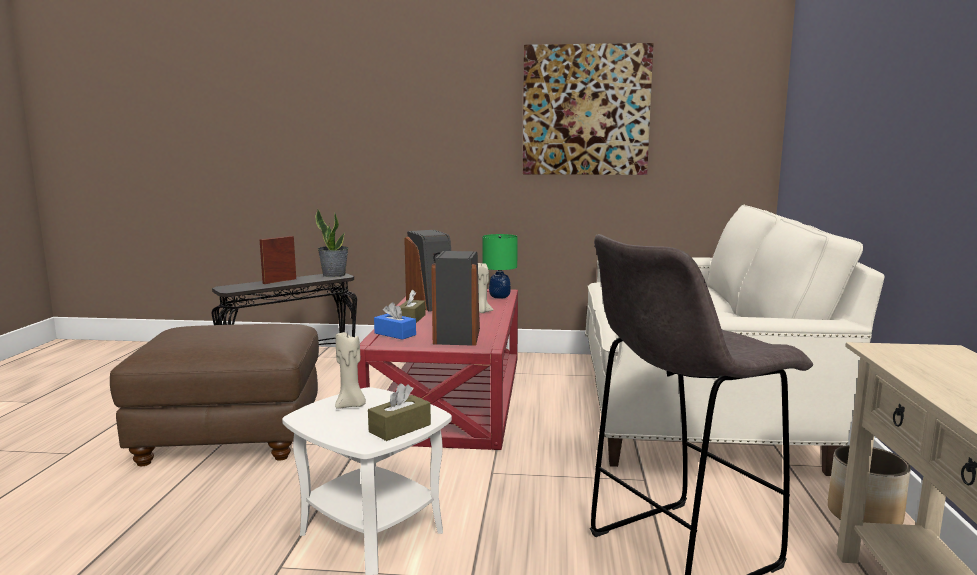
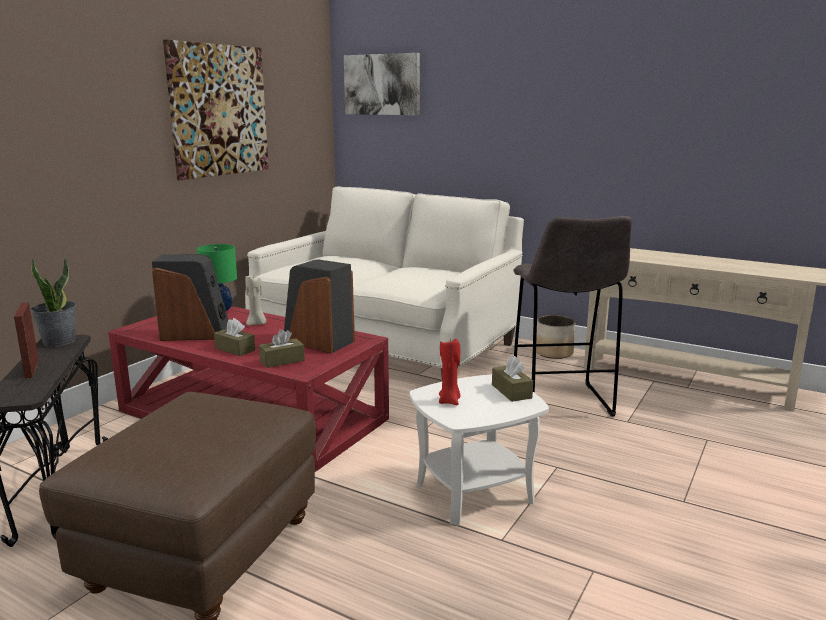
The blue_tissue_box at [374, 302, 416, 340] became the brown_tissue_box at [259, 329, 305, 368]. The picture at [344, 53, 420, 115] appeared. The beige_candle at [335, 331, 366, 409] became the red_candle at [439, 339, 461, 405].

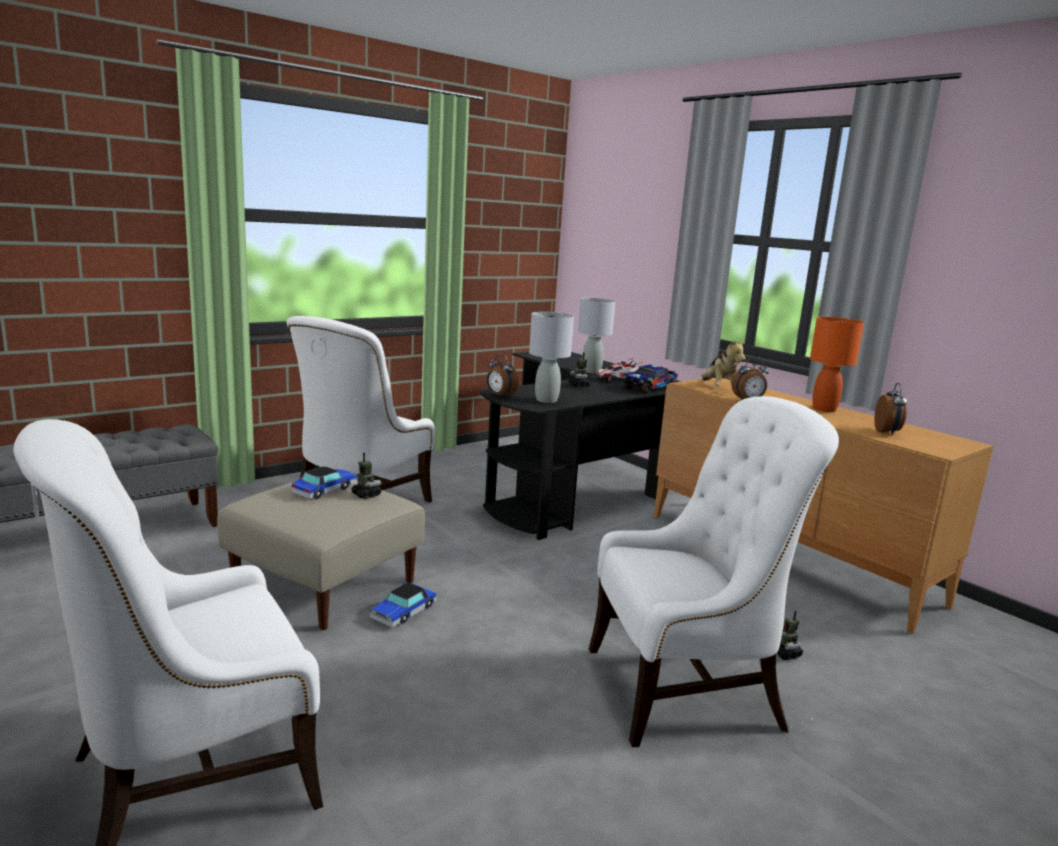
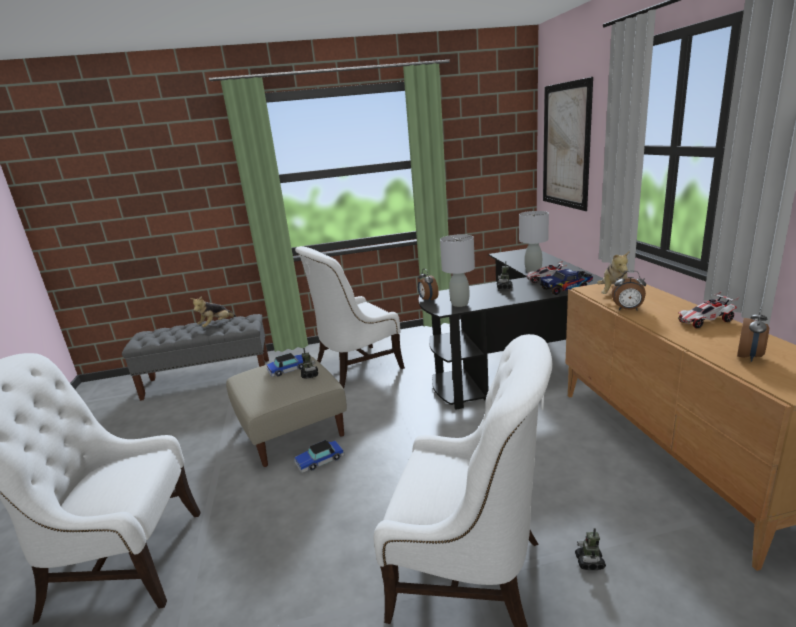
The plush_toy at [190, 296, 236, 327] appeared. The picture at [543, 77, 593, 211] appeared. The orange_table_lamp at [810, 317, 864, 412] was replaced by the toy_car at [678, 292, 739, 328].

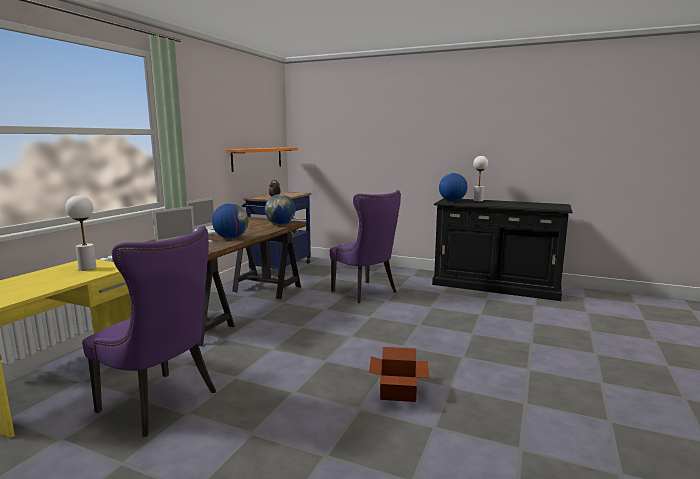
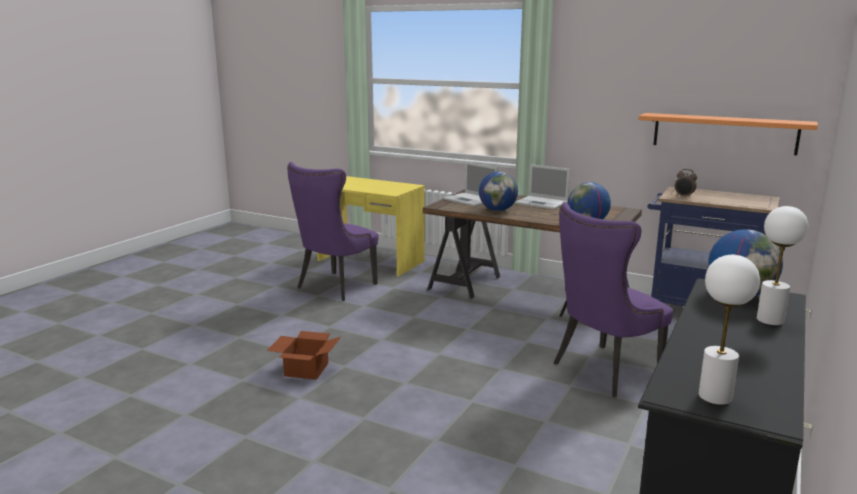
The white_table_lamp moved from [65, 195, 96, 271] to [699, 255, 760, 405].

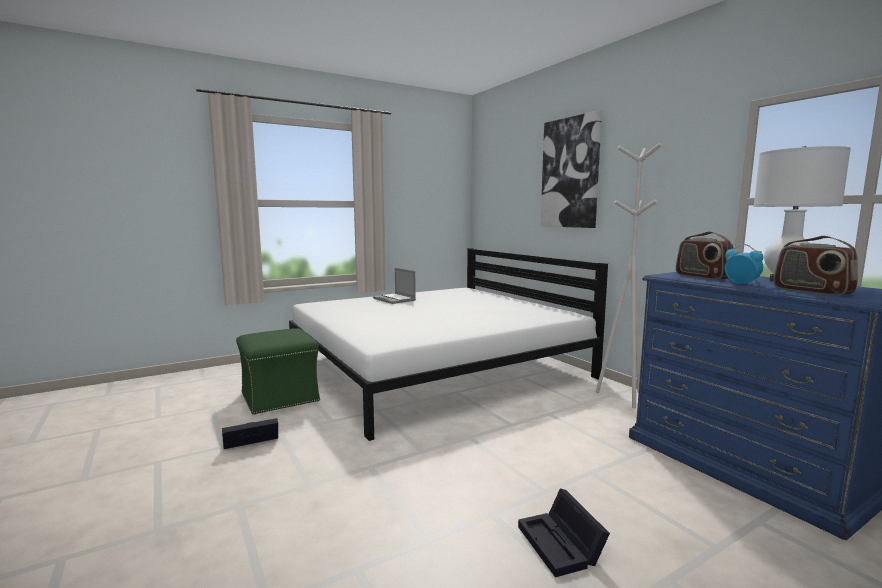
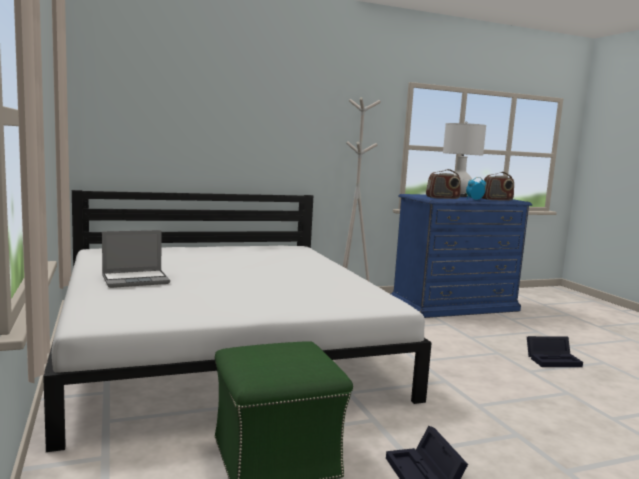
The picture at [541, 110, 602, 228] disappeared.

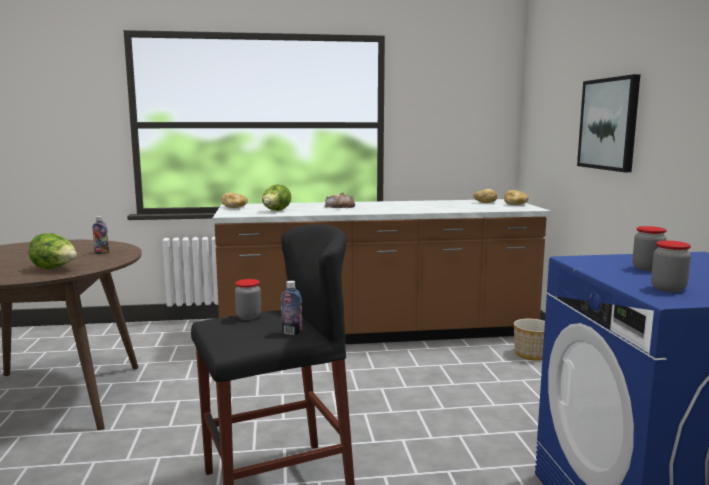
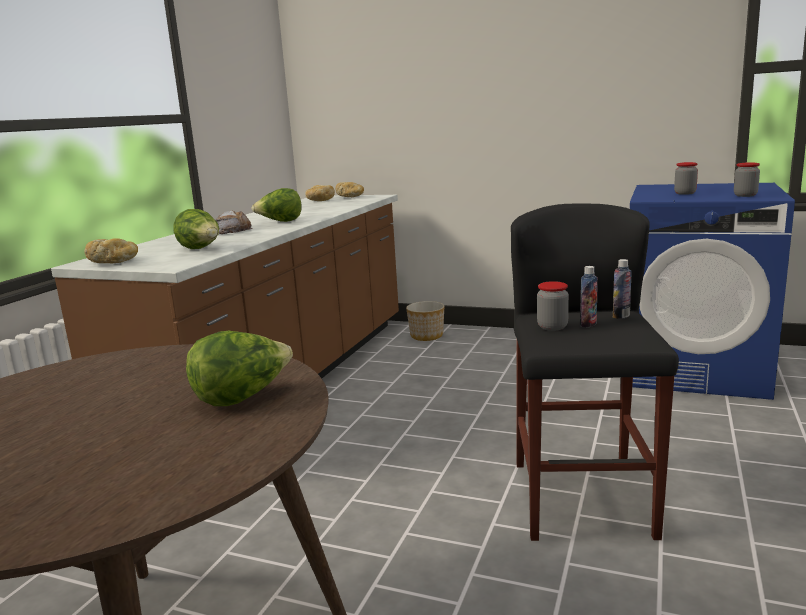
The lettuce at [251, 188, 301, 222] appeared. The bottle moved from [92, 216, 109, 254] to [580, 266, 598, 328]. The picture at [577, 74, 640, 172] disappeared.

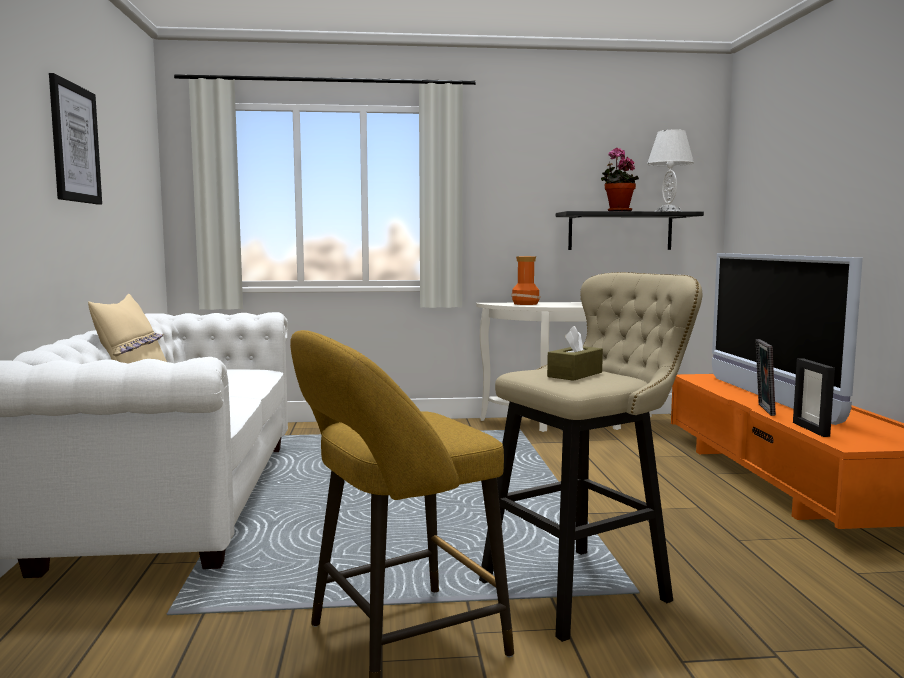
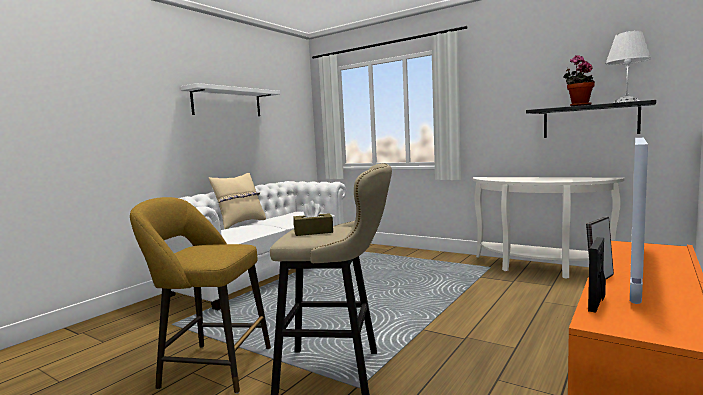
The picture at [49, 73, 102, 205] was replaced by the white_shelf at [180, 83, 280, 116]. The vase at [511, 256, 540, 305] disappeared.

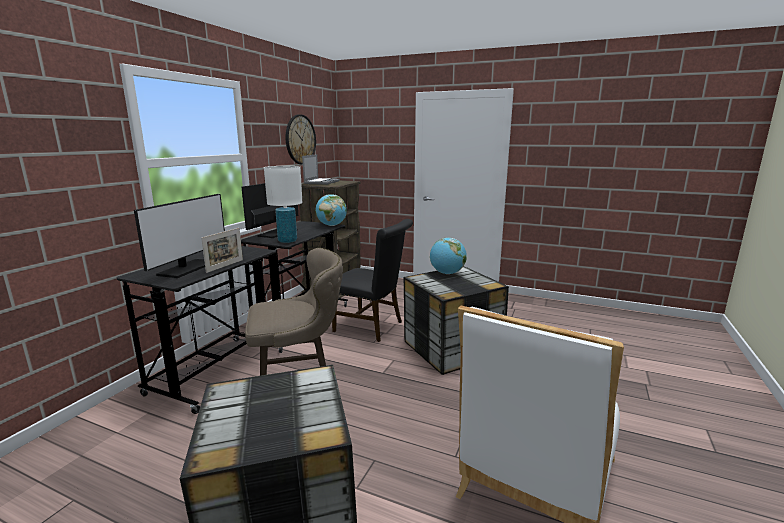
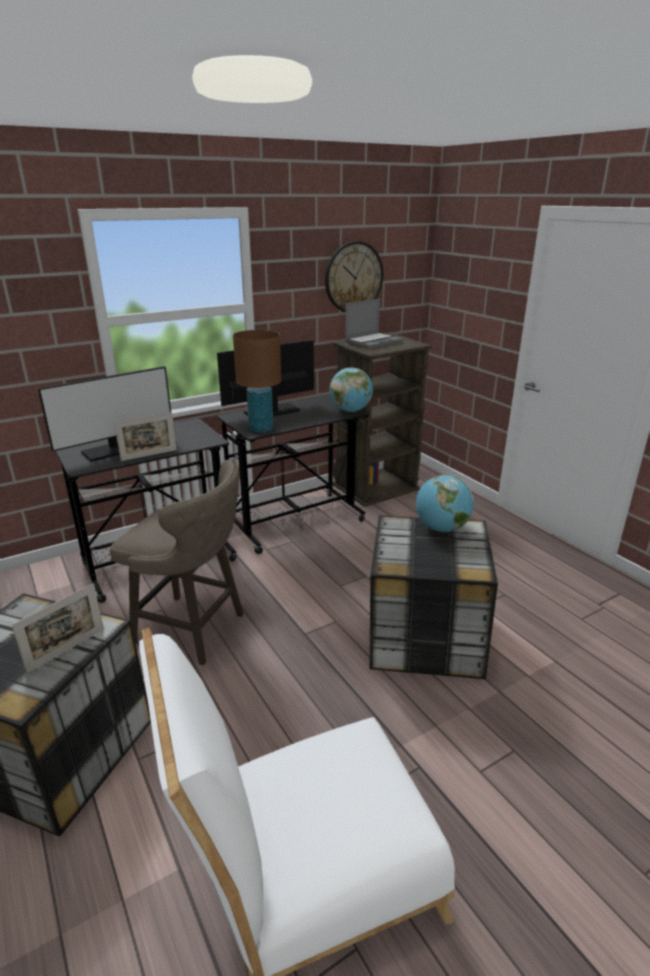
The picture_frame at [12, 583, 104, 673] appeared. The white_table_lamp at [264, 166, 302, 243] became the brown_table_lamp at [233, 330, 281, 432]. The black_chair at [332, 219, 413, 342] disappeared.

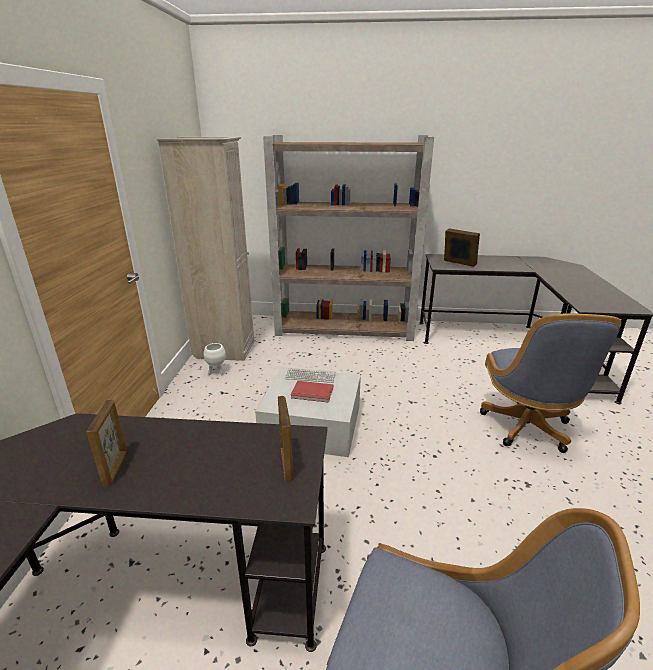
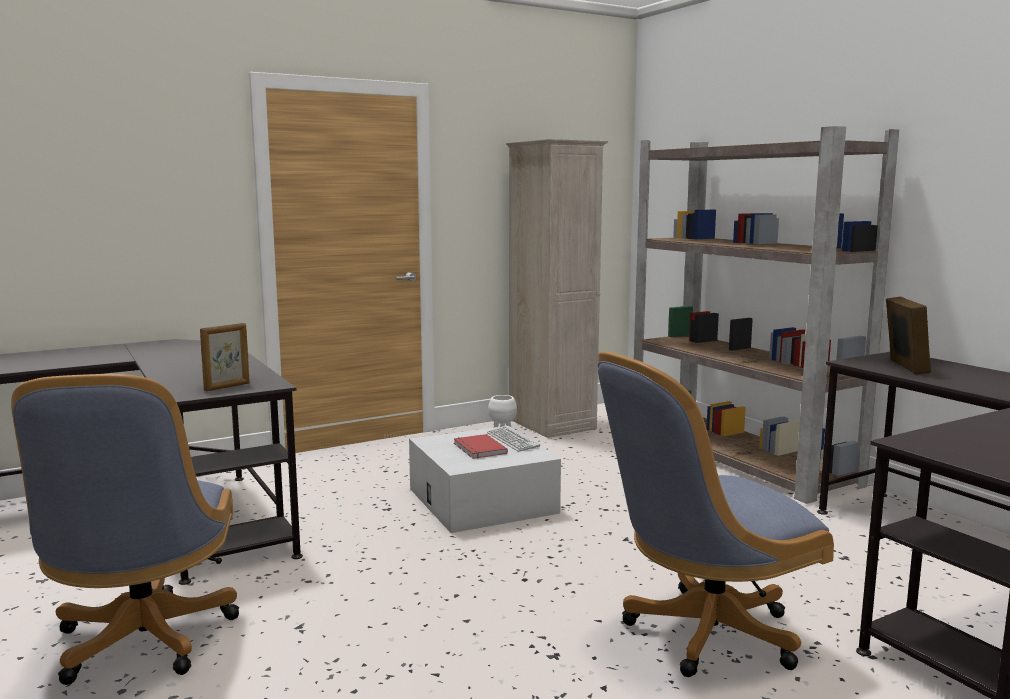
The picture_frame at [86, 399, 127, 487] disappeared.

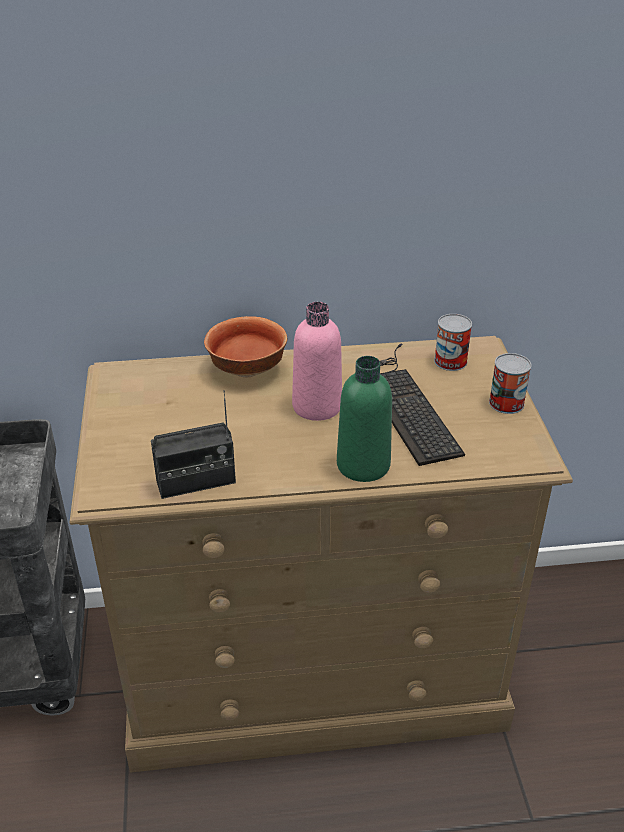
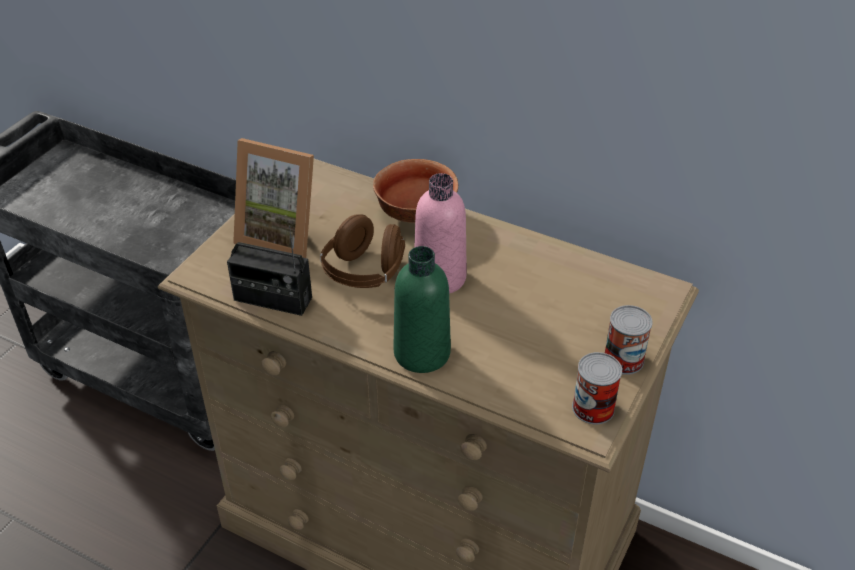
The picture_frame at [233, 138, 314, 258] appeared. The brown_headphones at [320, 214, 405, 288] appeared. The can moved from [434, 314, 472, 371] to [572, 352, 622, 424]. The keyboard at [380, 343, 465, 466] disappeared.

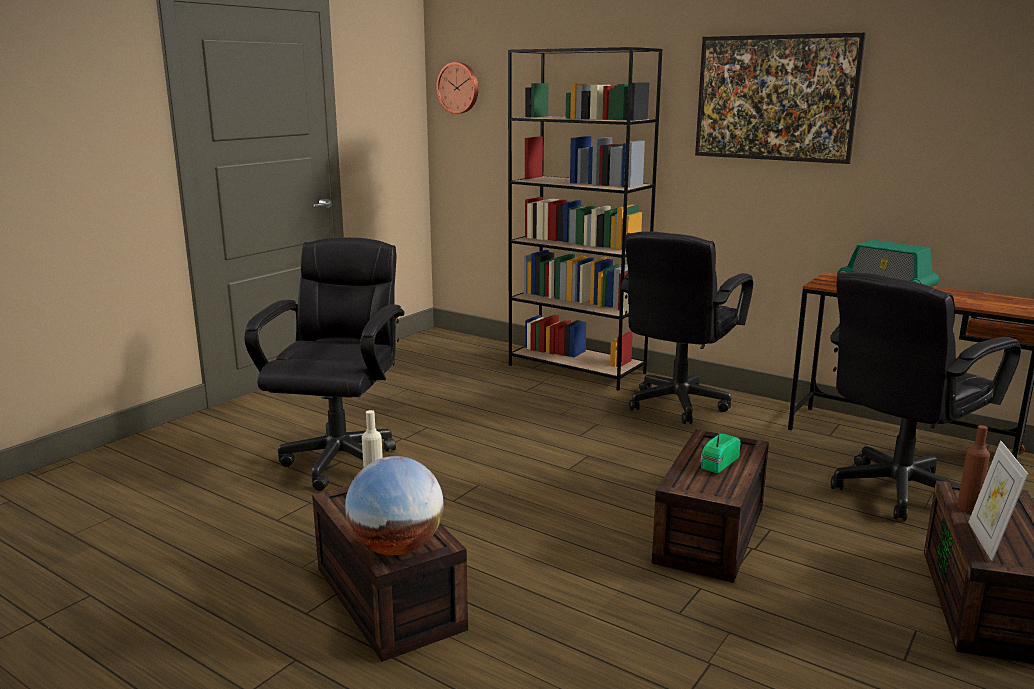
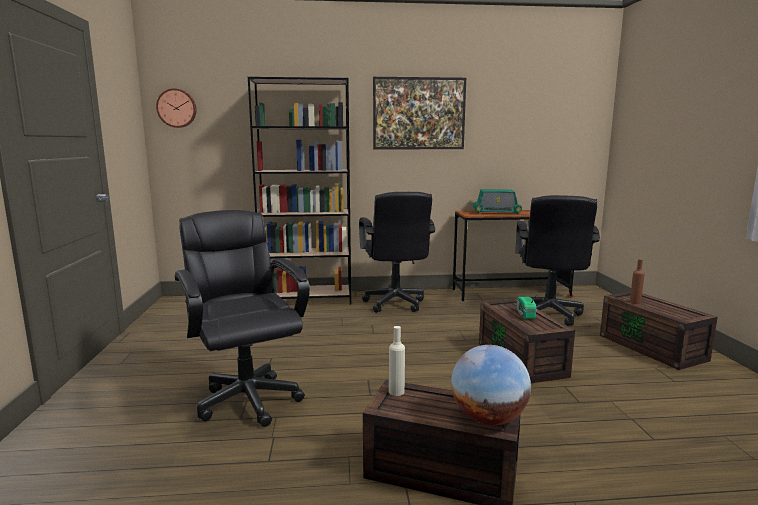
The picture_frame at [969, 441, 1028, 561] disappeared.

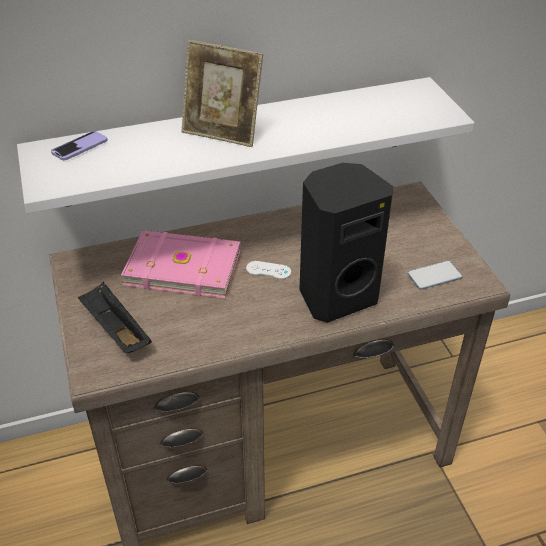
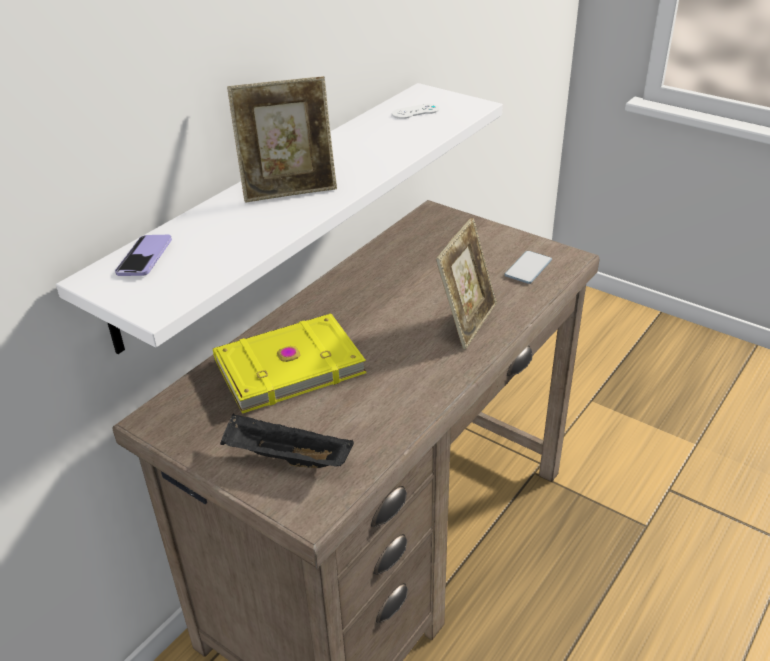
The pink_book at [121, 230, 241, 298] became the yellow_book at [213, 313, 366, 414]. The white_game_controller moved from [246, 261, 291, 279] to [392, 104, 440, 119]. The black_speaker at [299, 163, 393, 323] was replaced by the picture_frame at [436, 217, 497, 349].

